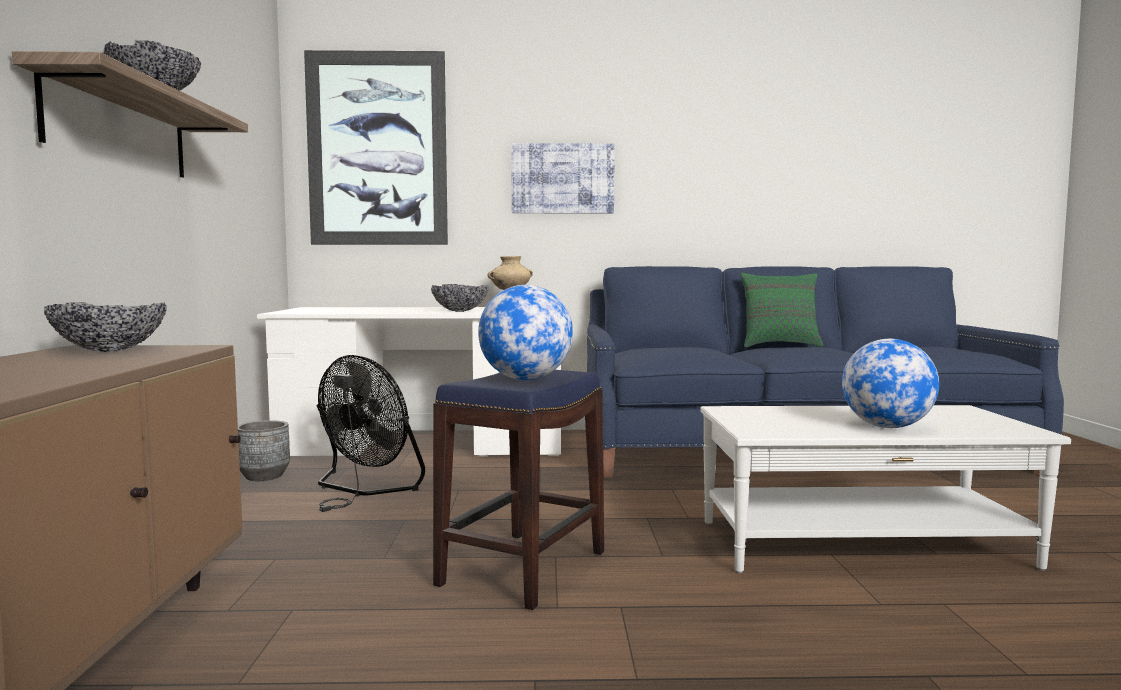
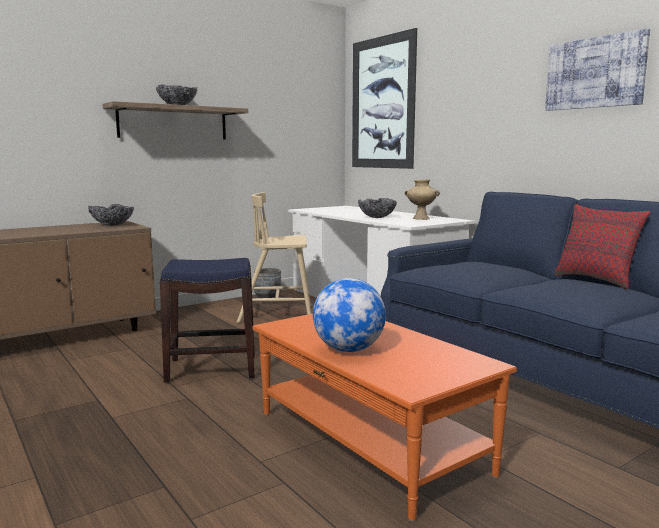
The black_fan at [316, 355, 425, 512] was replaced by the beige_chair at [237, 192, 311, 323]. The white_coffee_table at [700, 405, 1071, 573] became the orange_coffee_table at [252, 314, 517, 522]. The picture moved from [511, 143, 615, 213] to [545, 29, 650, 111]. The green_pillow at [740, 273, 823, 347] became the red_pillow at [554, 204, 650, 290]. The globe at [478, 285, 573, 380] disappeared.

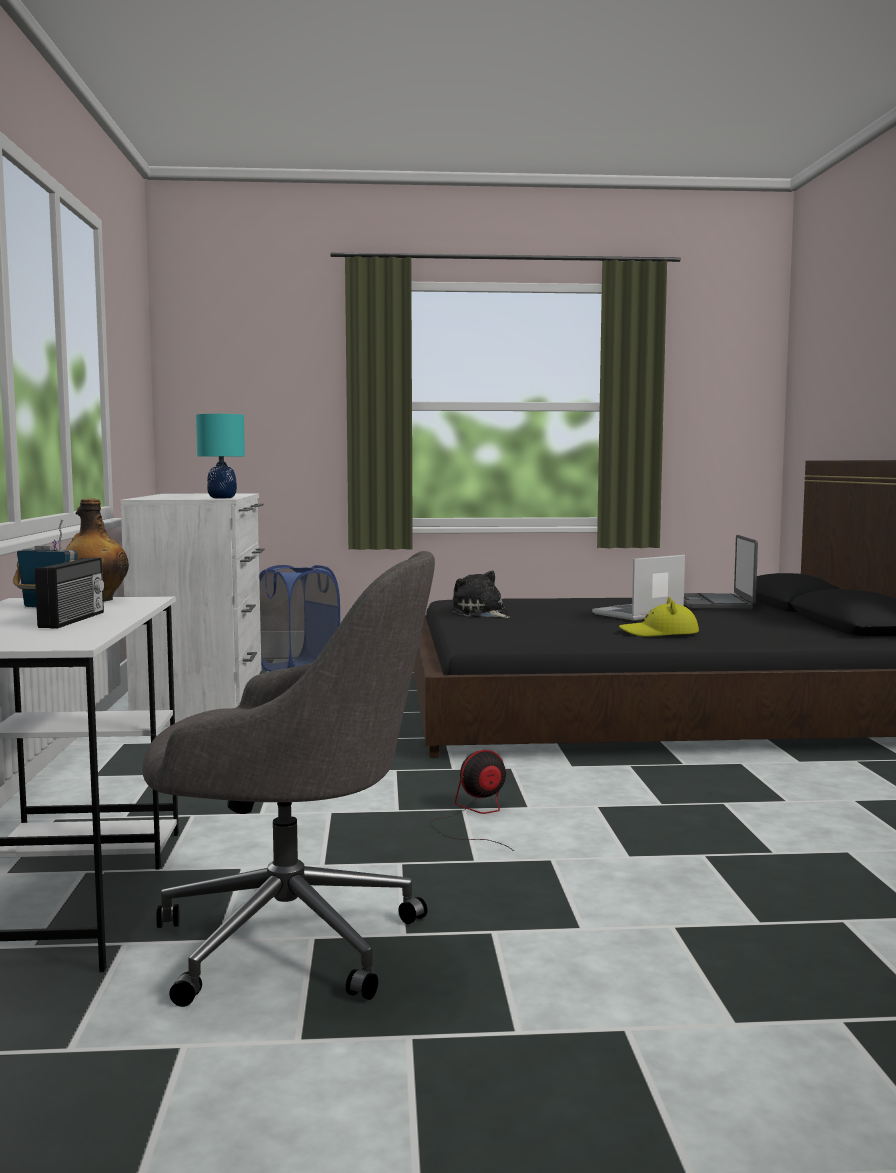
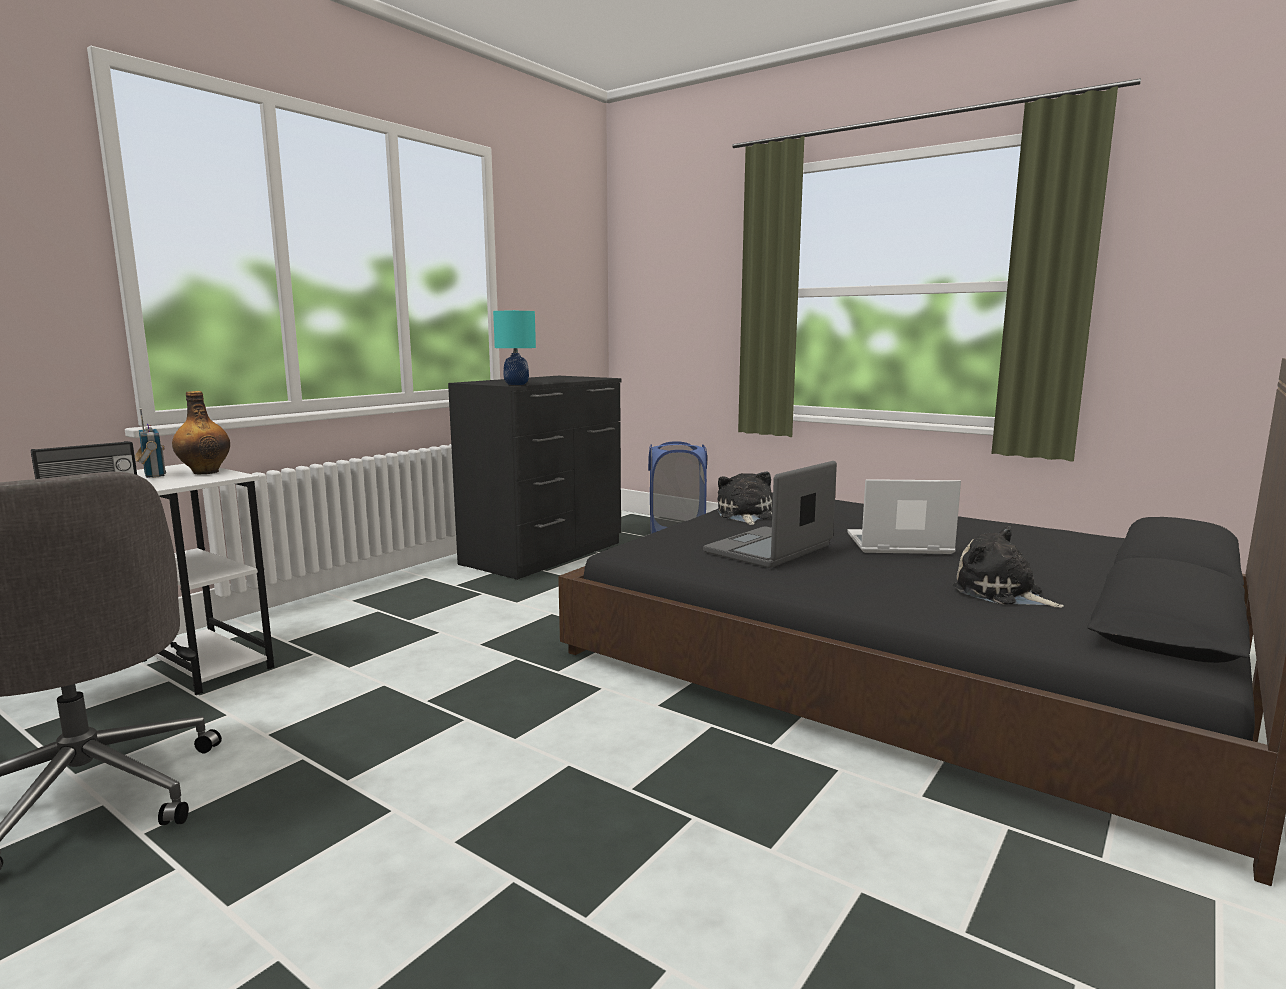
The white_dresser at [120, 493, 265, 727] became the black_dresser at [448, 376, 622, 580]. The laptop moved from [684, 535, 758, 609] to [703, 461, 837, 568]. The plush_toy at [953, 527, 1064, 608] appeared. The fan at [431, 750, 514, 851] disappeared. The yellow_hat at [619, 597, 699, 637] disappeared.

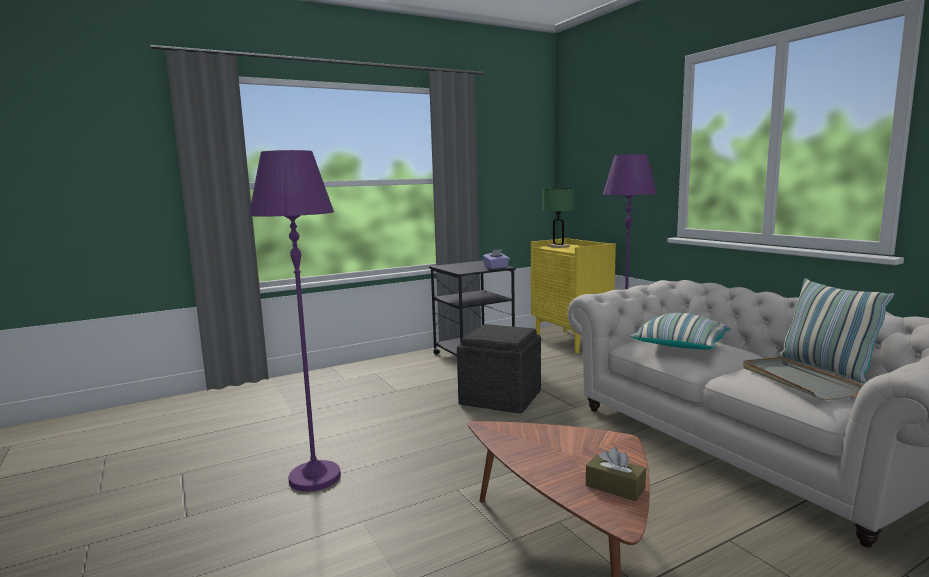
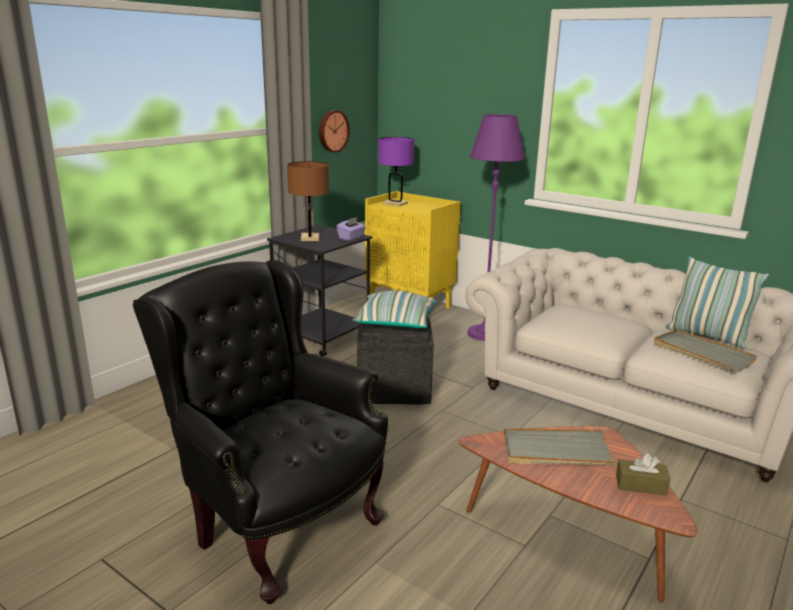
The purple_floor_lamp at [249, 150, 341, 492] was replaced by the black_armchair at [133, 260, 388, 604]. The brown_table_lamp at [287, 161, 330, 241] appeared. The wall_clock at [319, 110, 350, 153] appeared. The pillow moved from [631, 313, 731, 350] to [352, 290, 437, 328]. The green_table_lamp at [543, 189, 575, 248] became the purple_table_lamp at [378, 137, 414, 206]. The grey_tray at [504, 428, 618, 465] appeared.

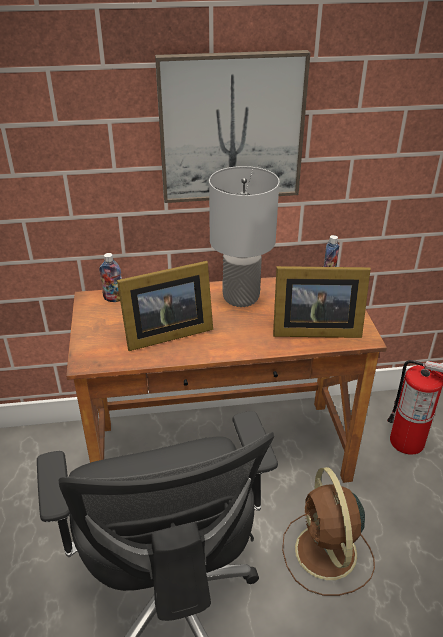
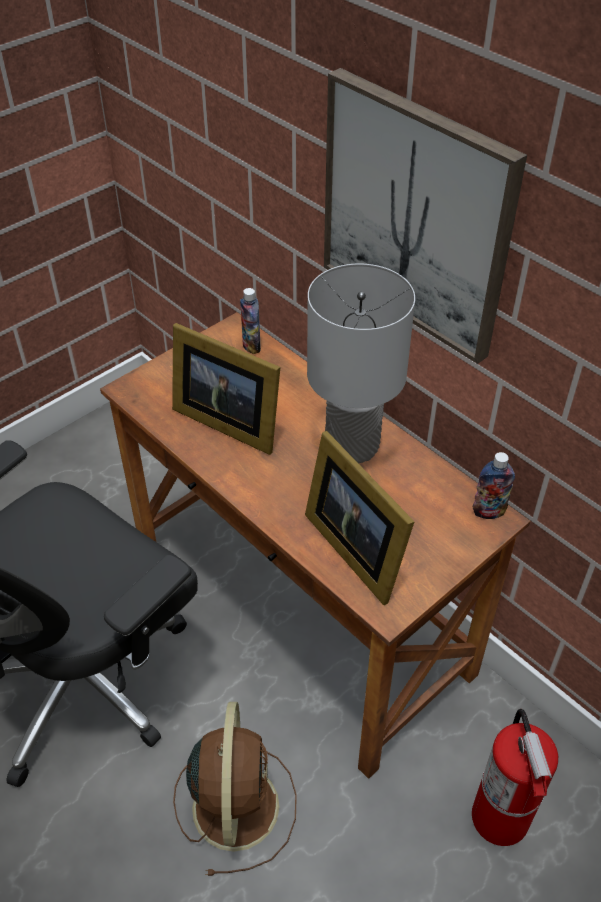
The brown_fan at [282, 467, 375, 596] turned 135 degrees clockwise.

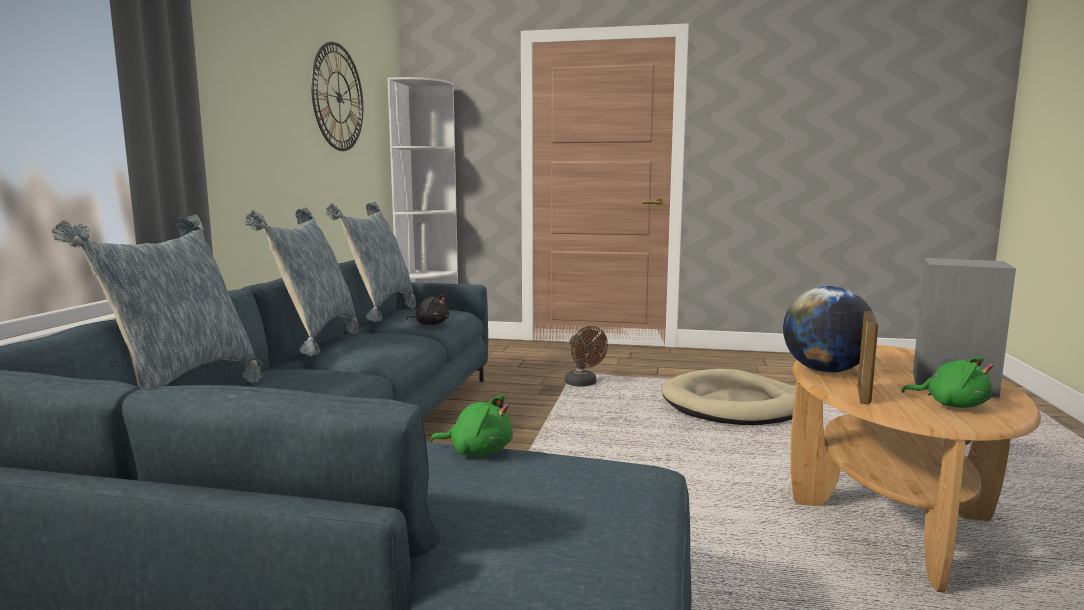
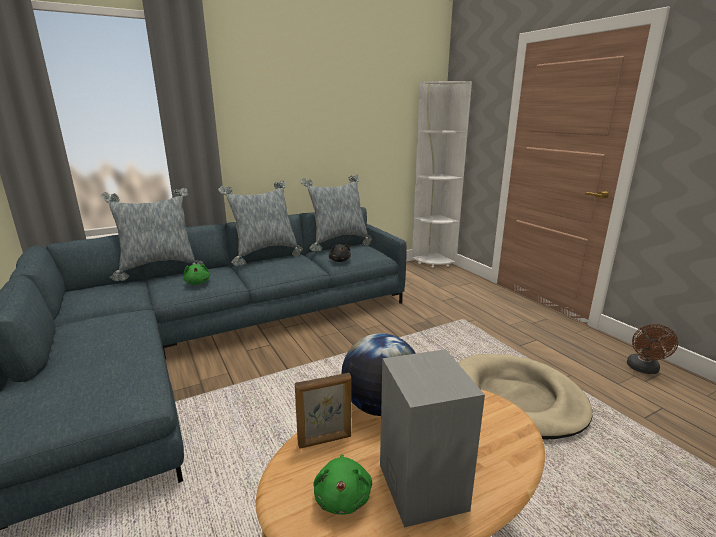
The green_plush_toy moved from [430, 395, 513, 455] to [183, 264, 210, 285]. The brown_fan moved from [565, 326, 608, 387] to [627, 324, 678, 374]. The wall_clock at [311, 42, 363, 151] disappeared.

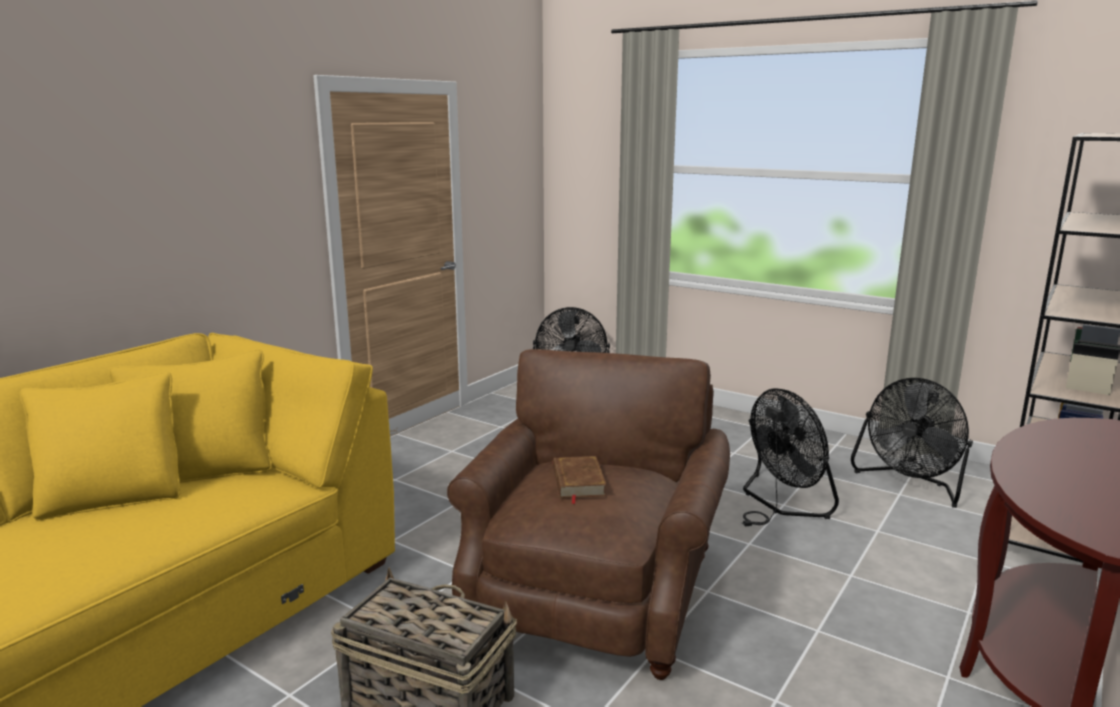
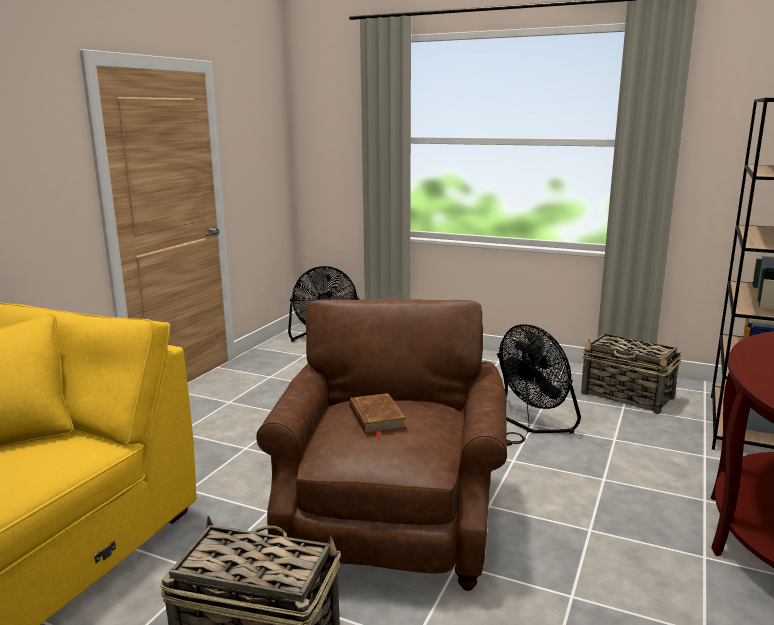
The black_fan at [851, 378, 973, 508] was replaced by the basket at [581, 333, 681, 414].

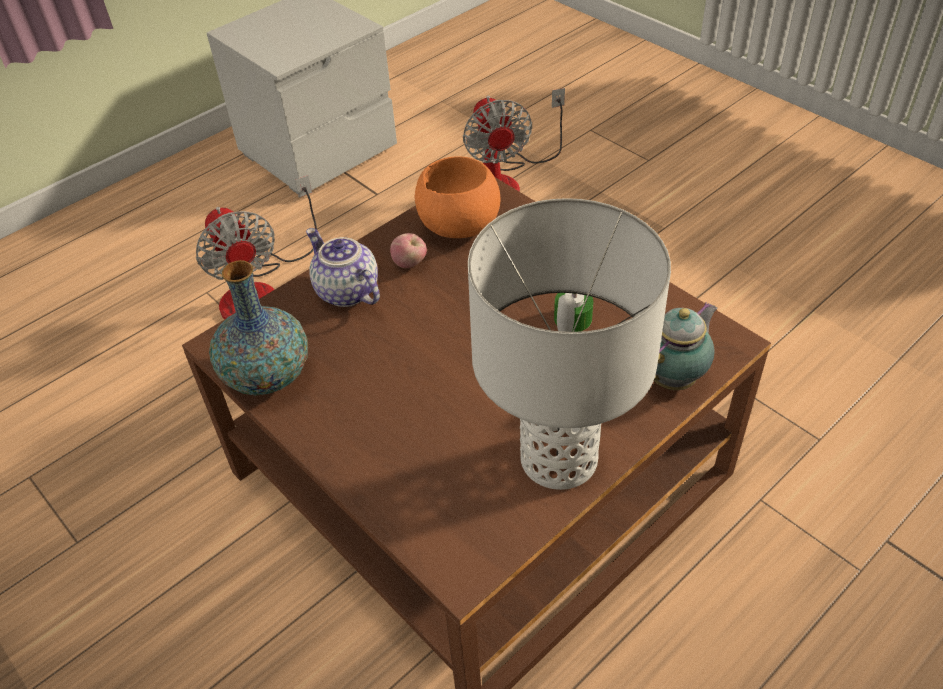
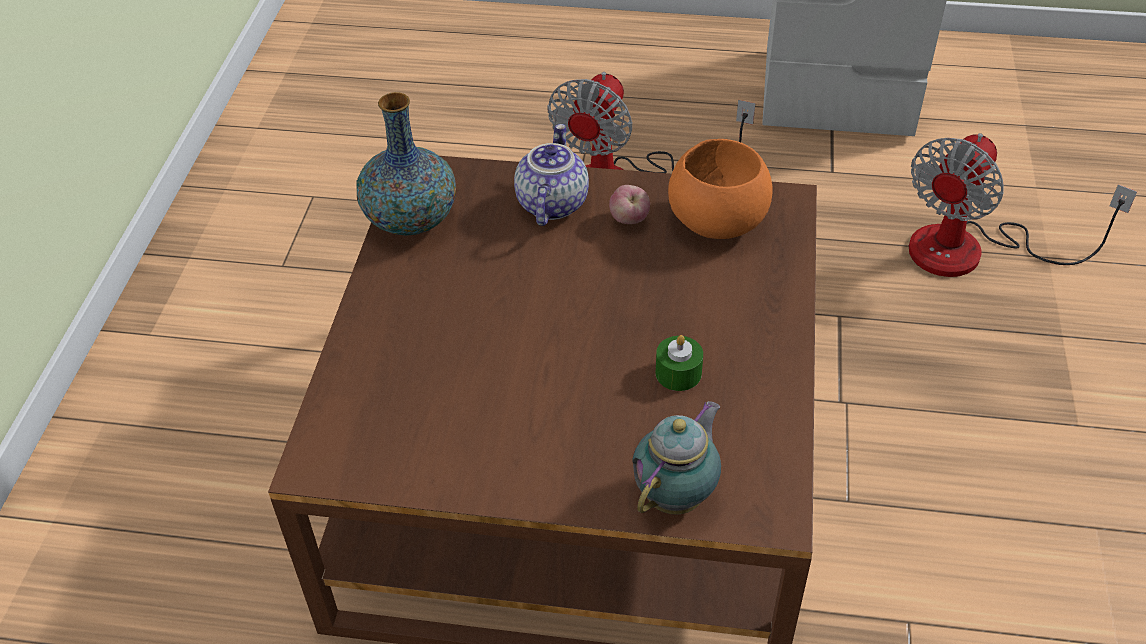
The teapot at [654, 302, 718, 390] turned 60 degrees counterclockwise. The white_table_lamp at [468, 198, 671, 490] disappeared.

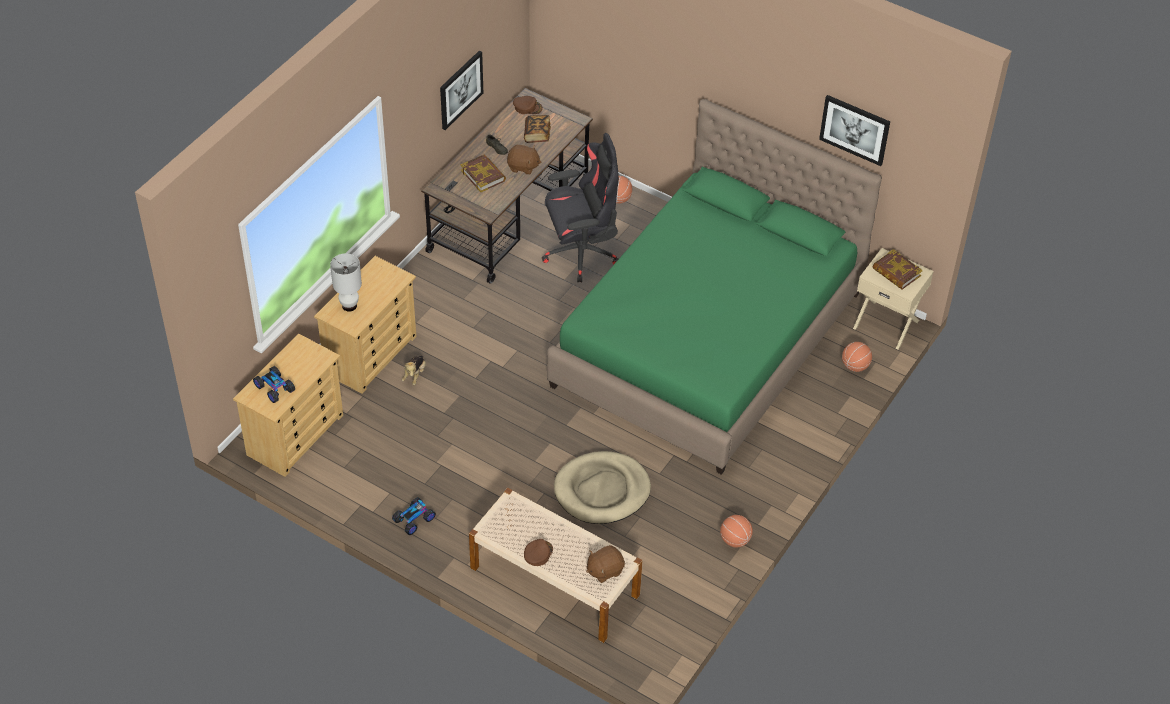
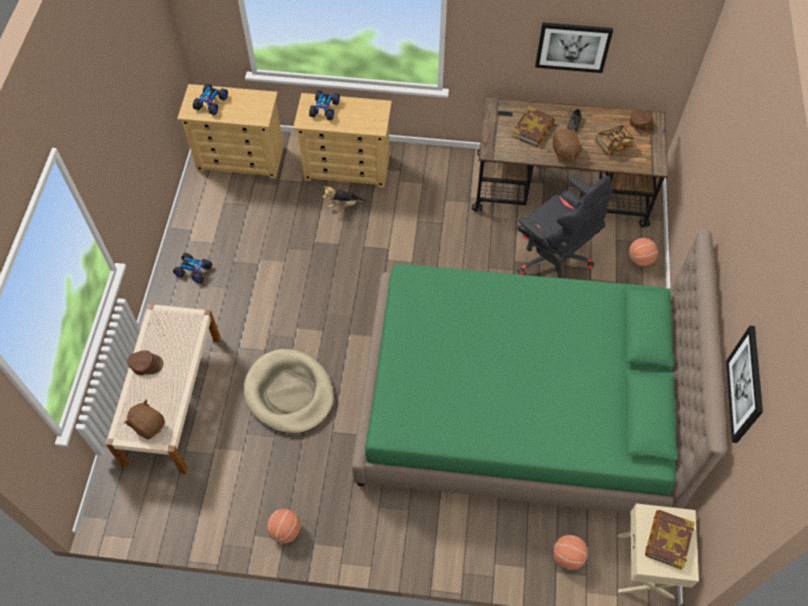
The white_table_lamp at [330, 253, 362, 312] was replaced by the toy_car at [309, 90, 340, 121].

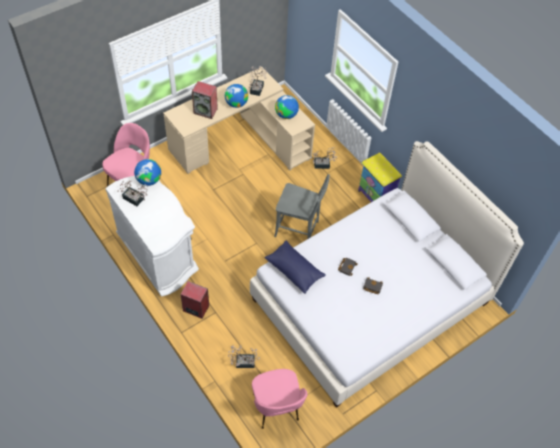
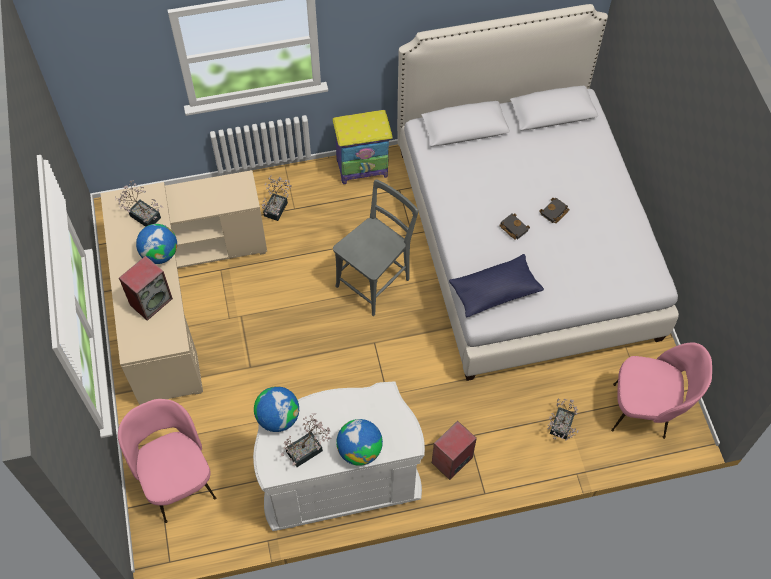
The globe moved from [275, 95, 299, 119] to [336, 419, 383, 466].

